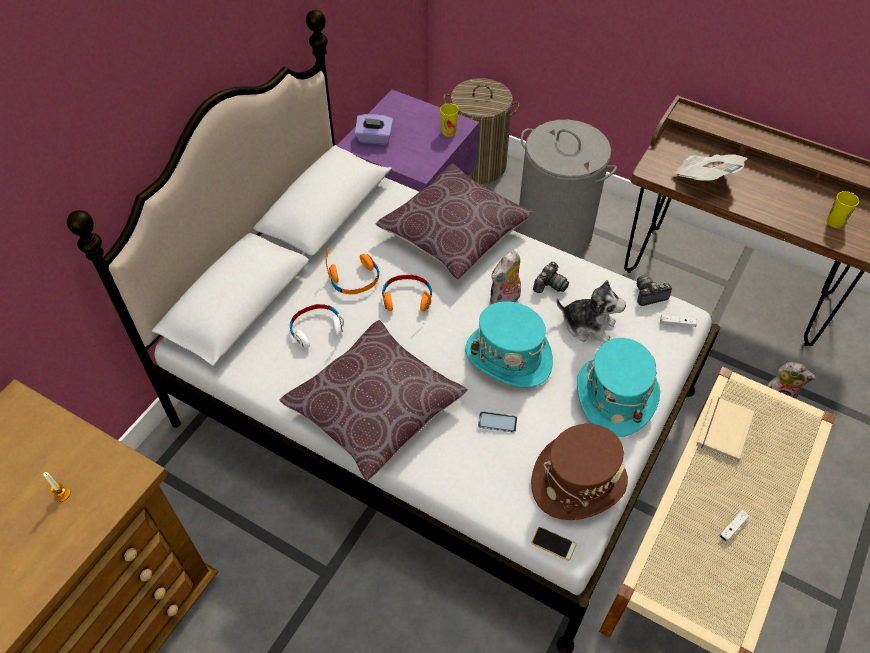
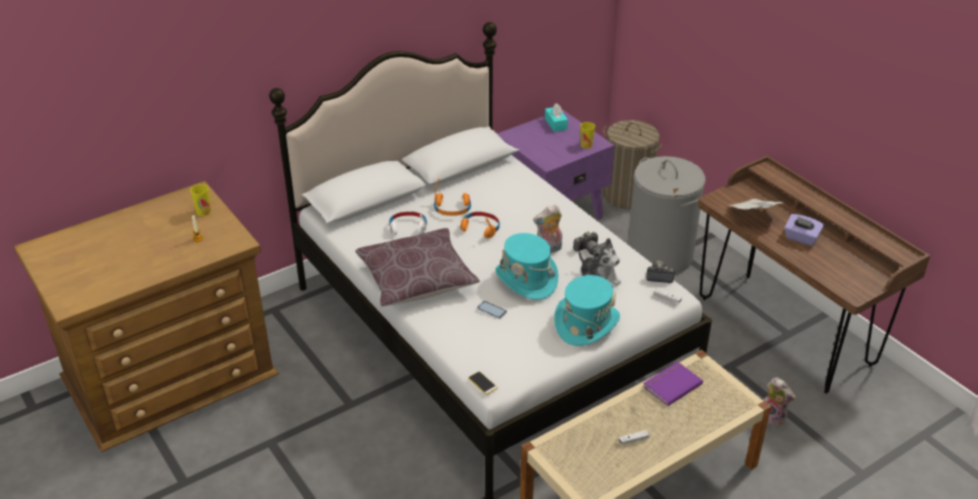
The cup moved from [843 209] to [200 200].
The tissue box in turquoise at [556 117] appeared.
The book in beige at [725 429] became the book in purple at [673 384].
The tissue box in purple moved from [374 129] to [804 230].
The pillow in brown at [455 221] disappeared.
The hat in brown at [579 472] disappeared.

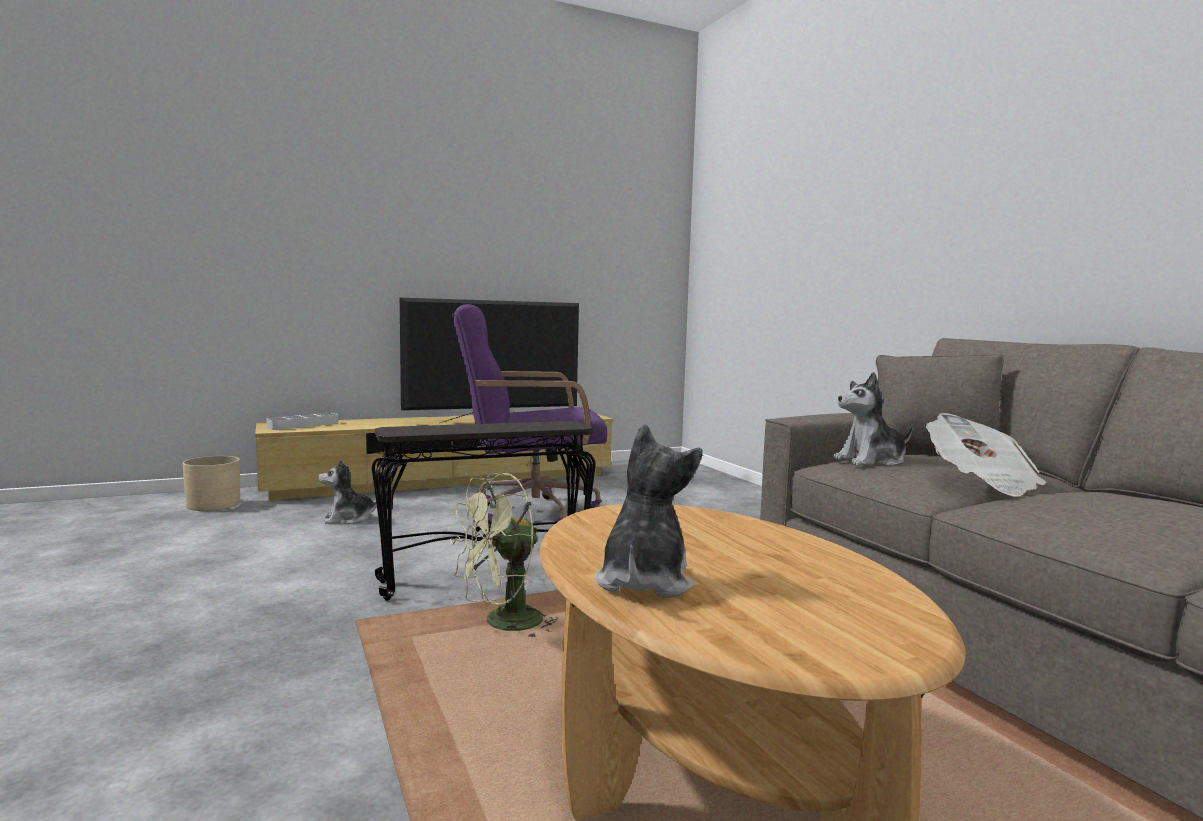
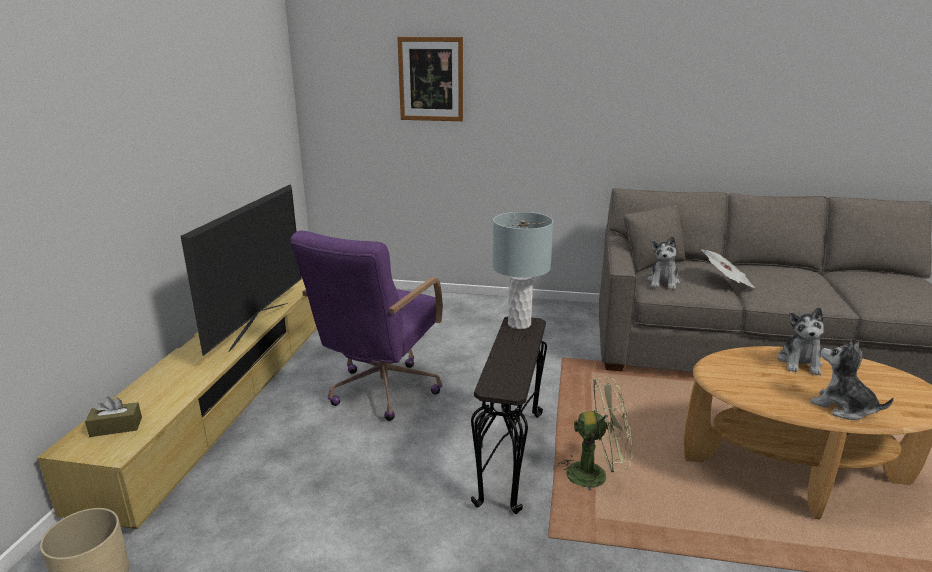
The tray in grey at [302 421] was replaced by the tissue box in brown at [113 417].
The picture at [430 79] appeared.
The table lamp in grey at [522 270] appeared.
The fan in green at [504 555] turned 90 degrees counterclockwise.
The plush toy moved from [347 492] to [801 341].

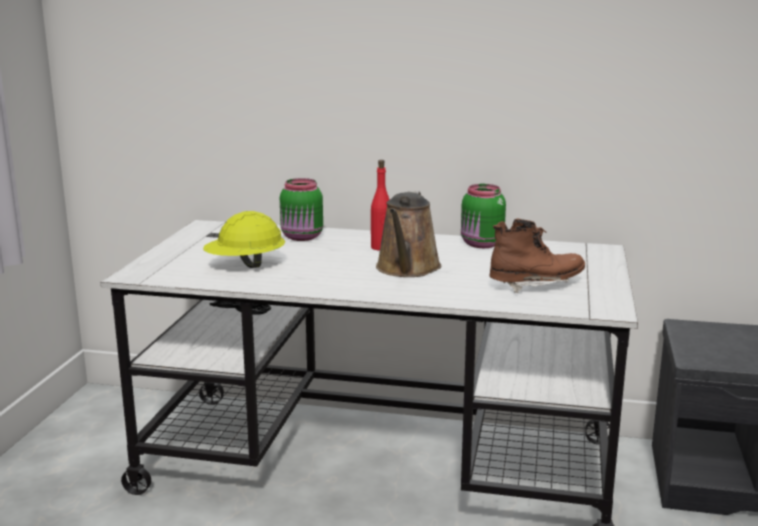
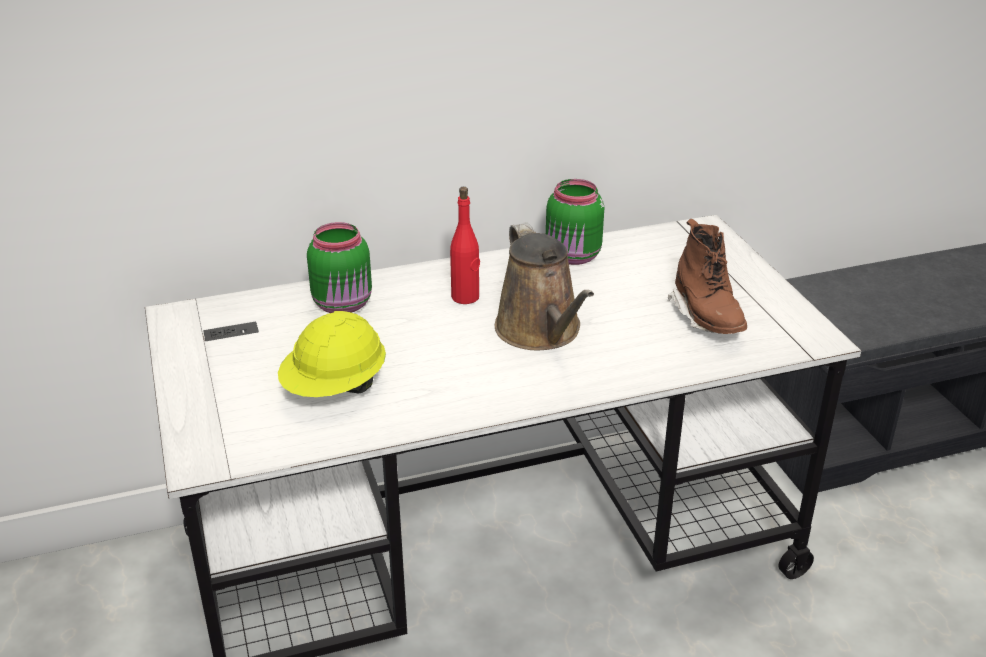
The boot in brown at [537 256] turned 120 degrees clockwise.

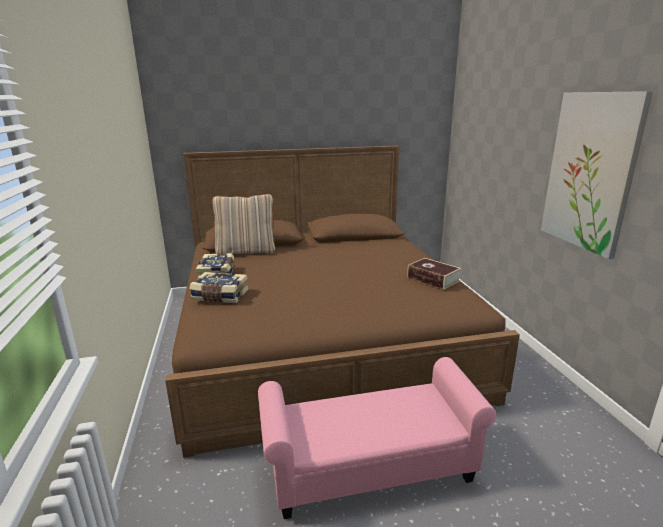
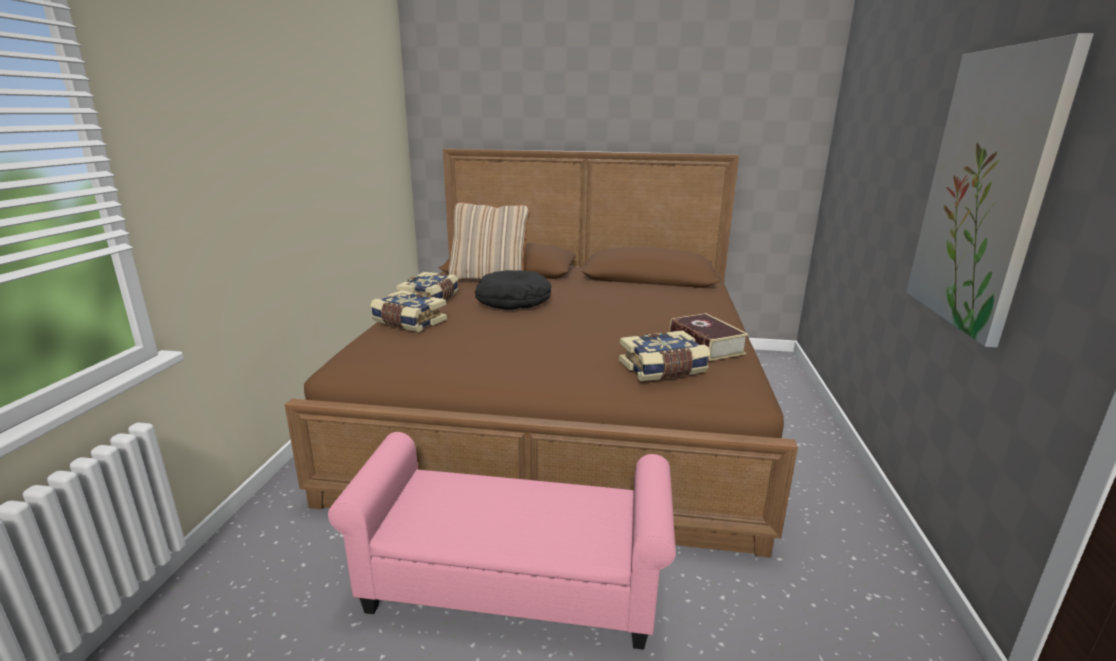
The pillow in black at [513 290] appeared.
The book at [664 355] appeared.

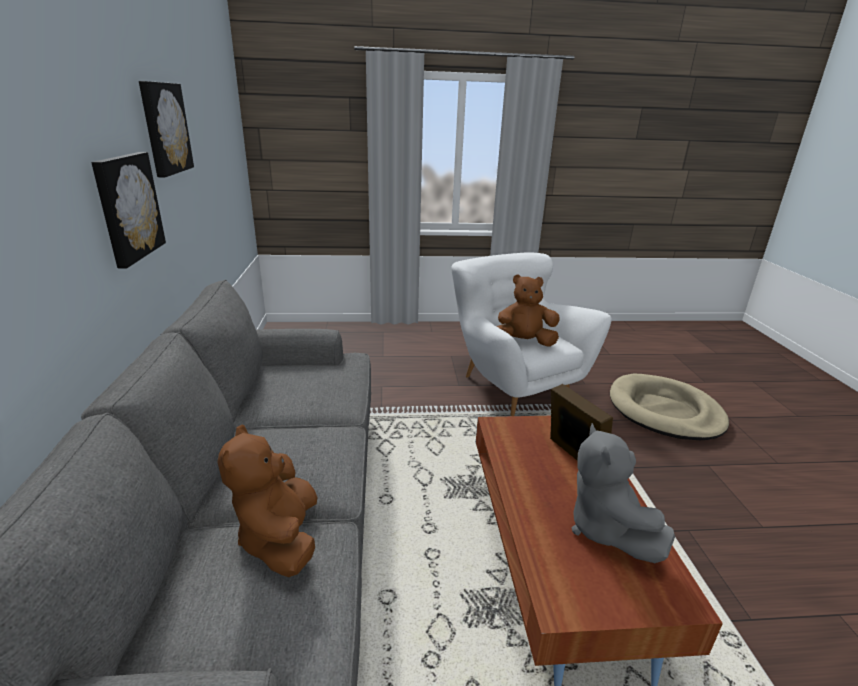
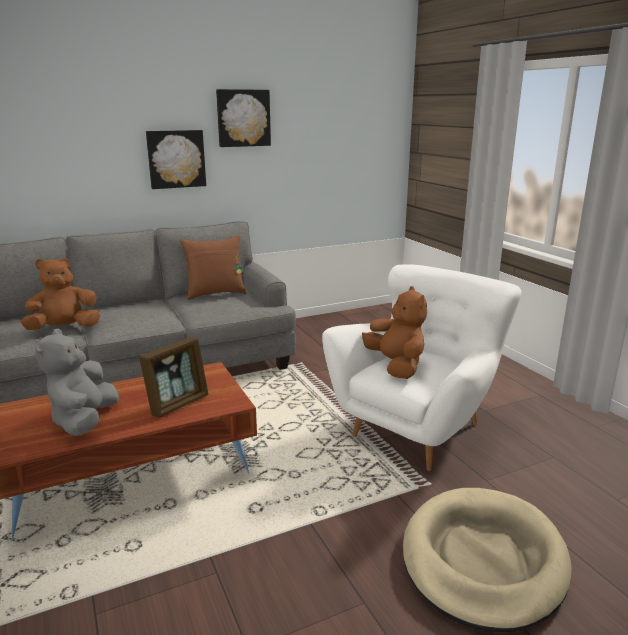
The plush toy in grey at [623 493] turned 60 degrees counterclockwise.
The pillow in brown at [213 267] appeared.

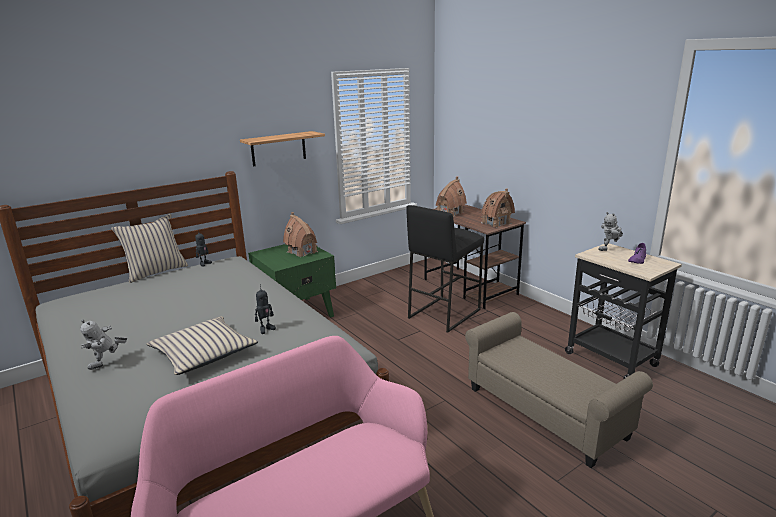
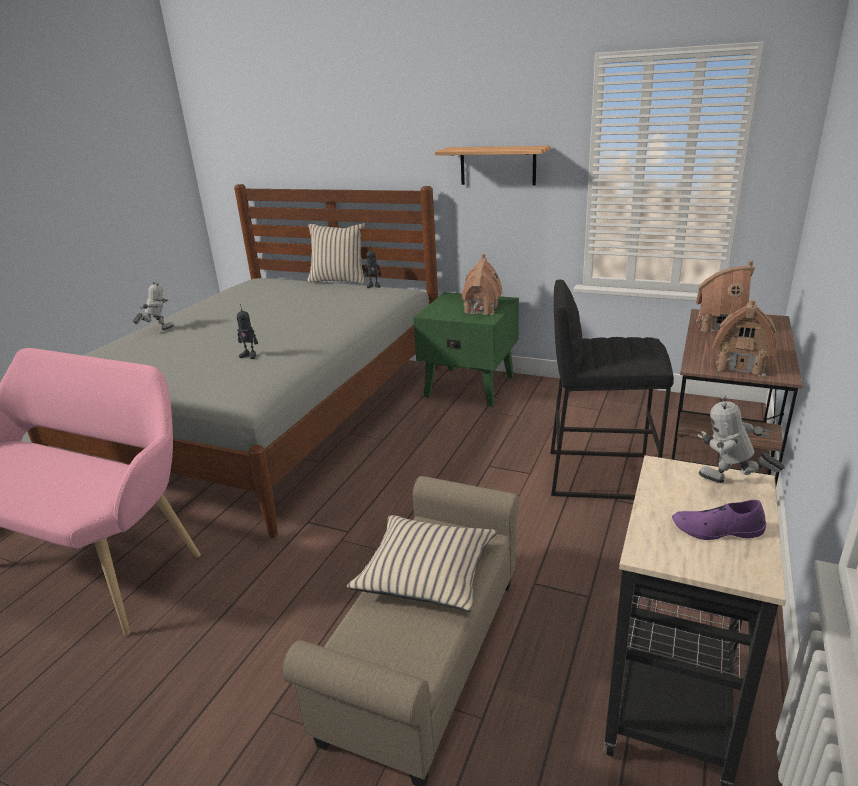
The toy robot at [103 344] turned 135 degrees clockwise.
The pillow in beige moved from [202 345] to [422 563].

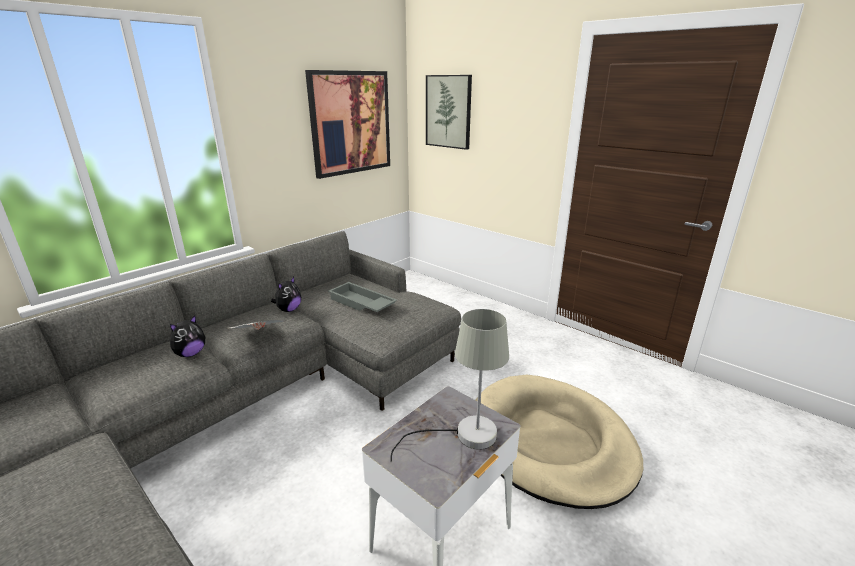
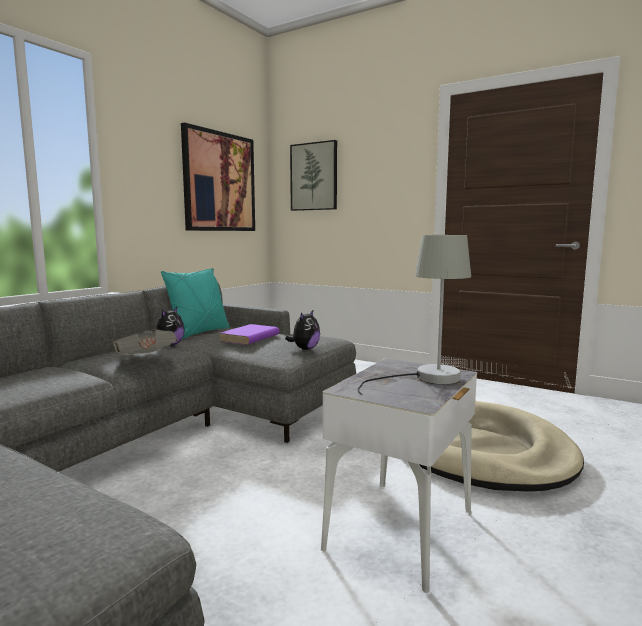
The pillow in turquoise at [195 303] appeared.
The tray in grey at [362 297] was replaced by the book in purple at [250 334].
The plush toy moved from [187 336] to [302 329].

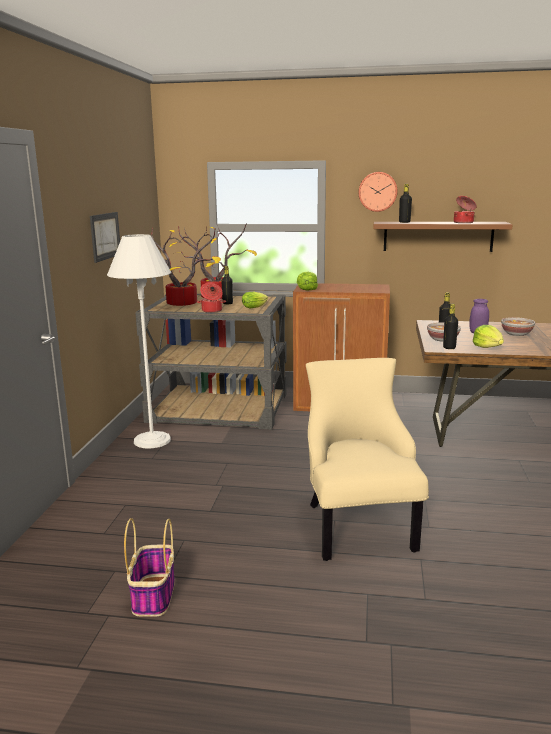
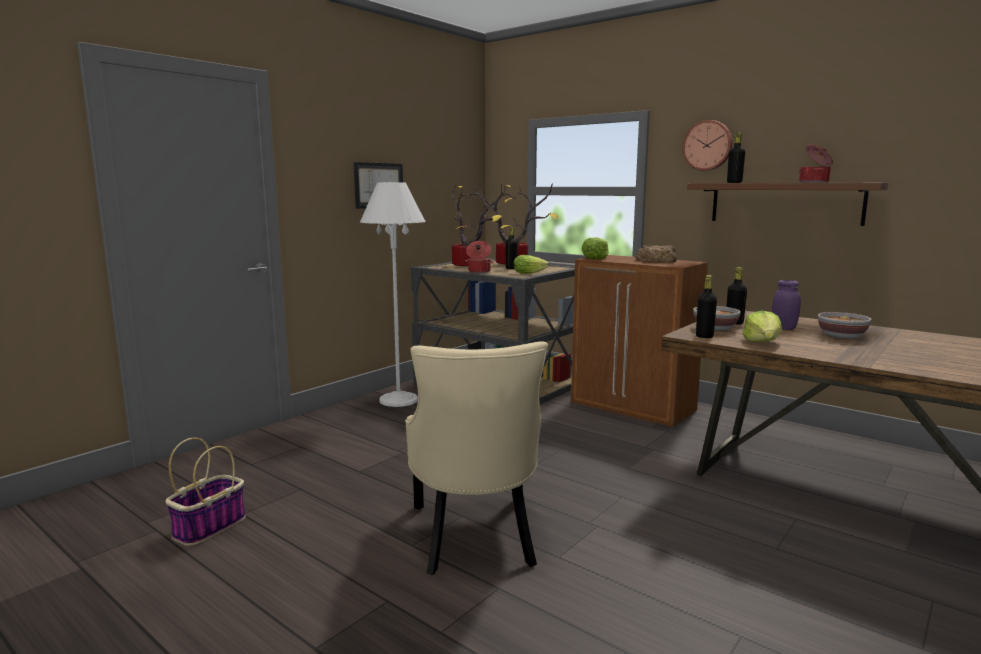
The chair in beige at [367 459] turned 150 degrees clockwise.
The bread at [656 254] appeared.

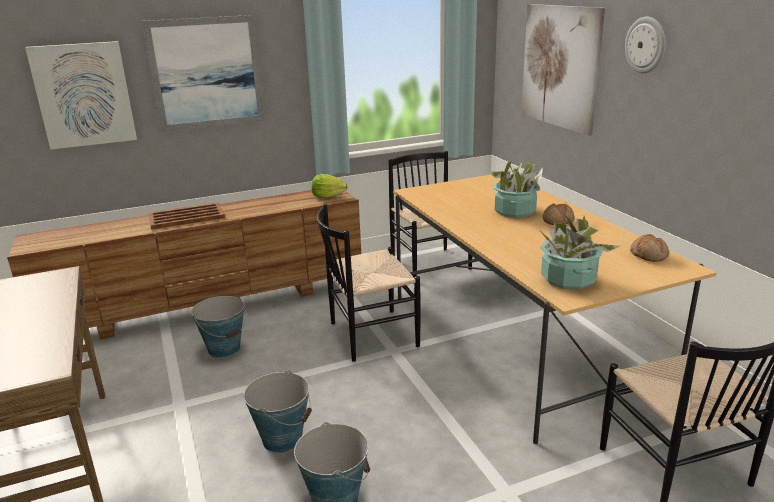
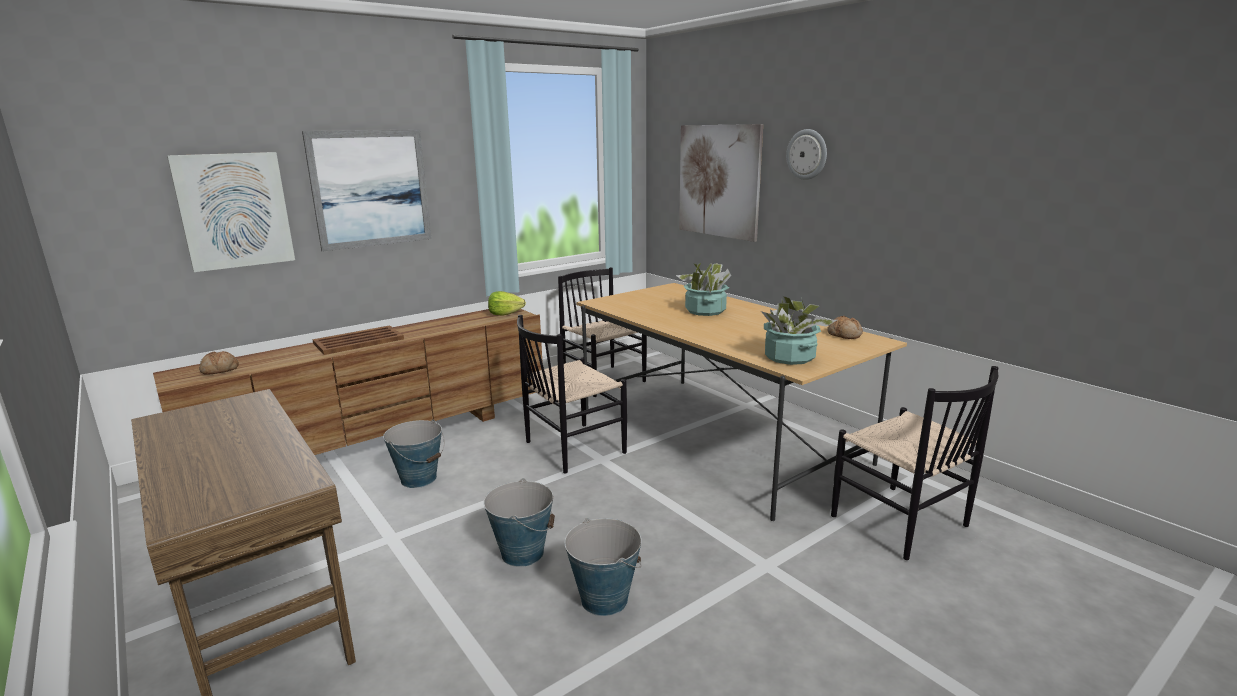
The bread moved from [559 214] to [219 363].

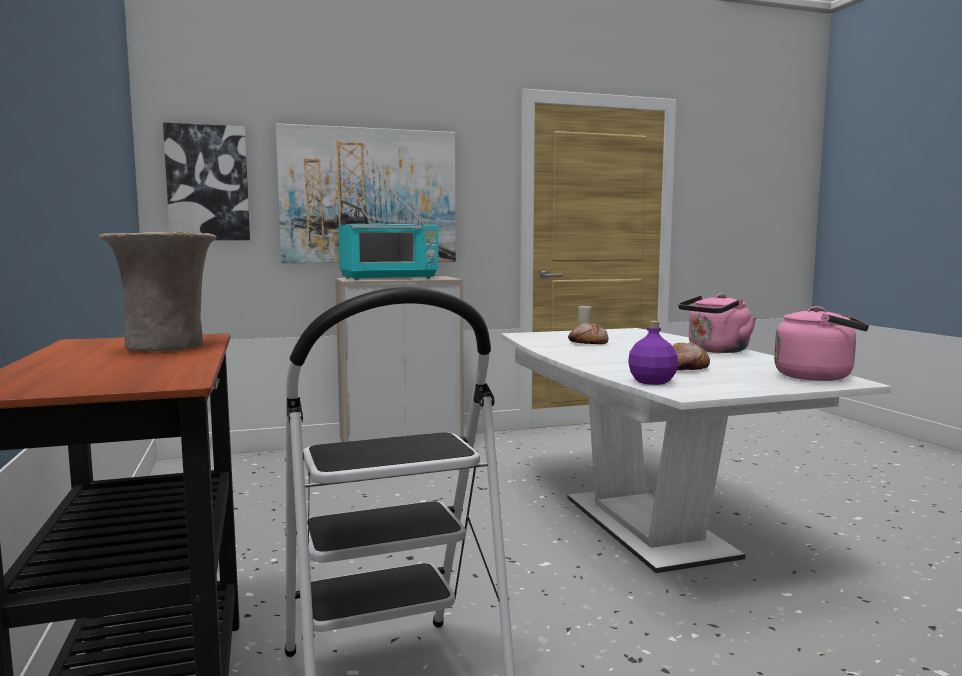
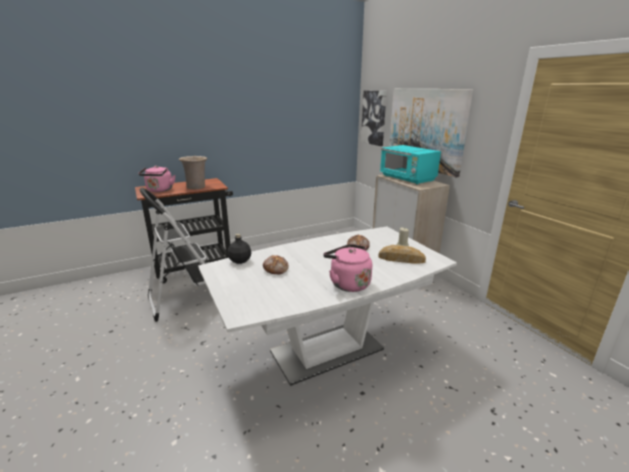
The kettle in pink moved from [821 343] to [156 179].
The bottle in purple at [653 353] became the bottle in black at [239 248].
The bread at [402 254] appeared.

